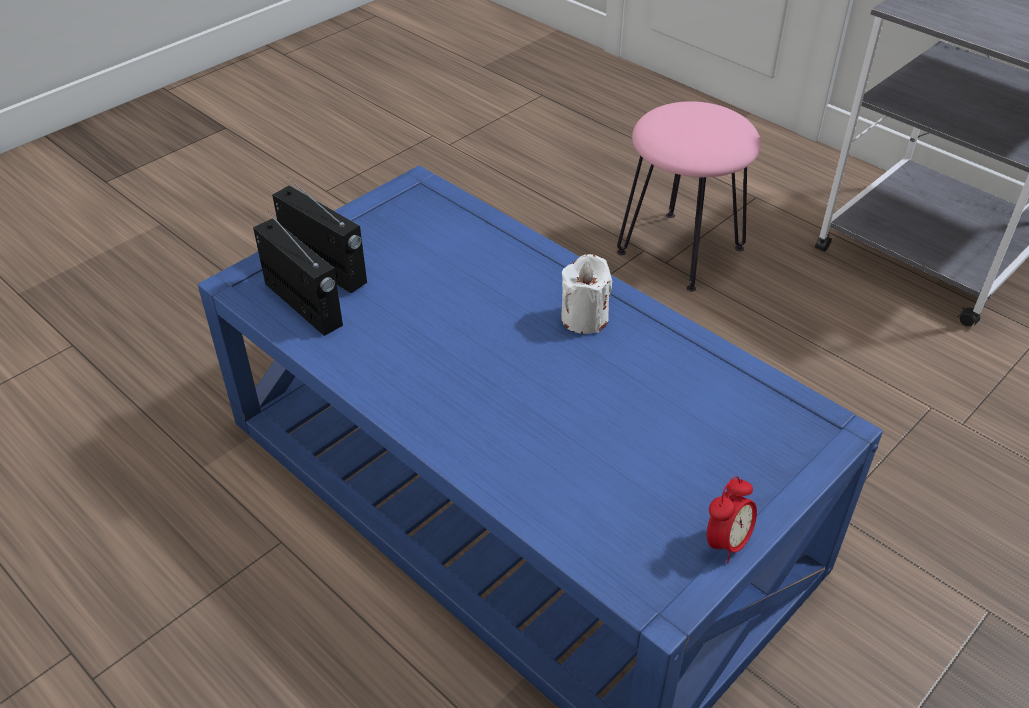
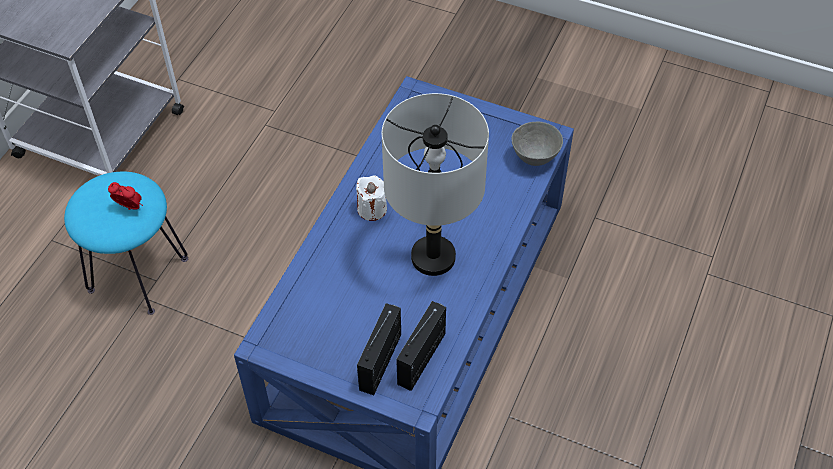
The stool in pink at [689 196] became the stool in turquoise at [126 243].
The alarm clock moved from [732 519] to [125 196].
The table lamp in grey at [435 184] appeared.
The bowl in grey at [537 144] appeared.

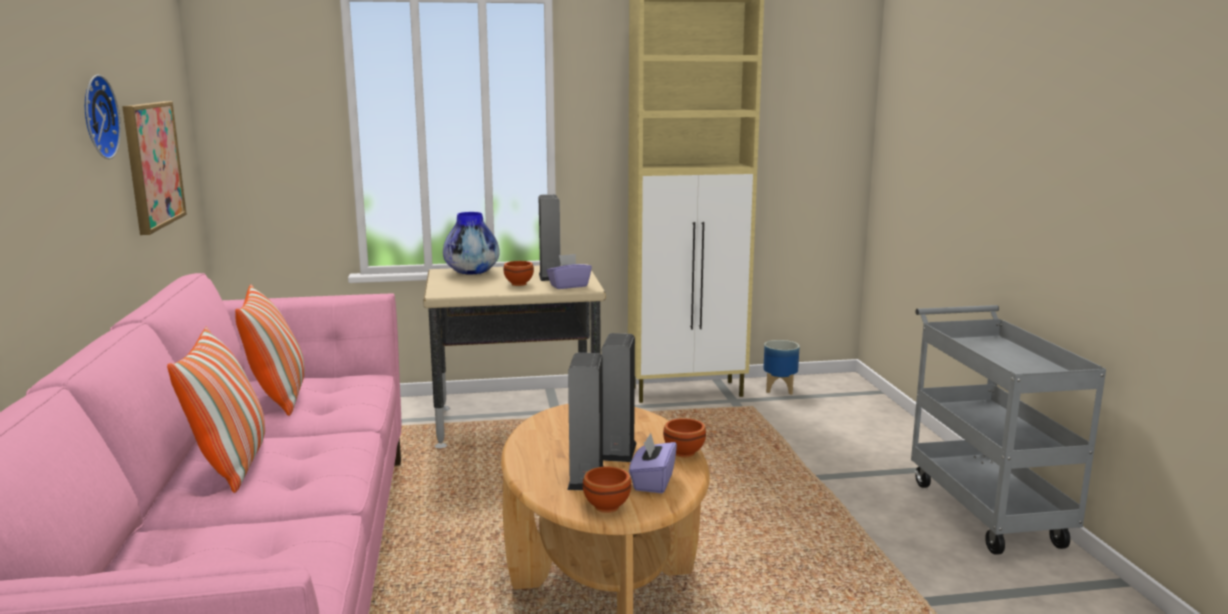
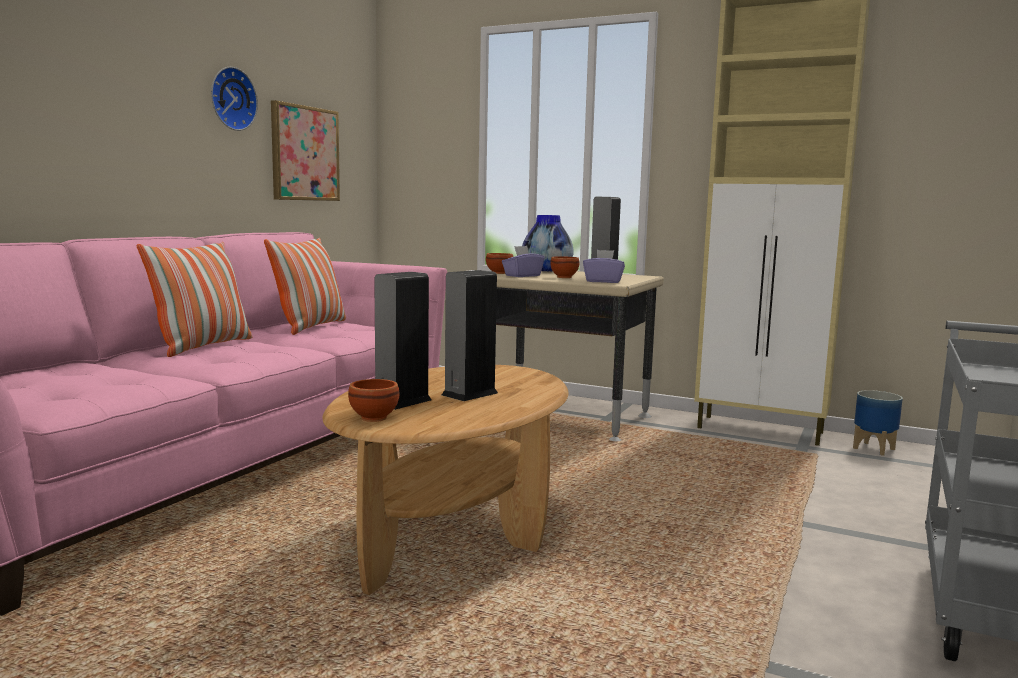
The bowl in brown moved from [684 438] to [499 263].
The tissue box in purple moved from [653 463] to [523 261].

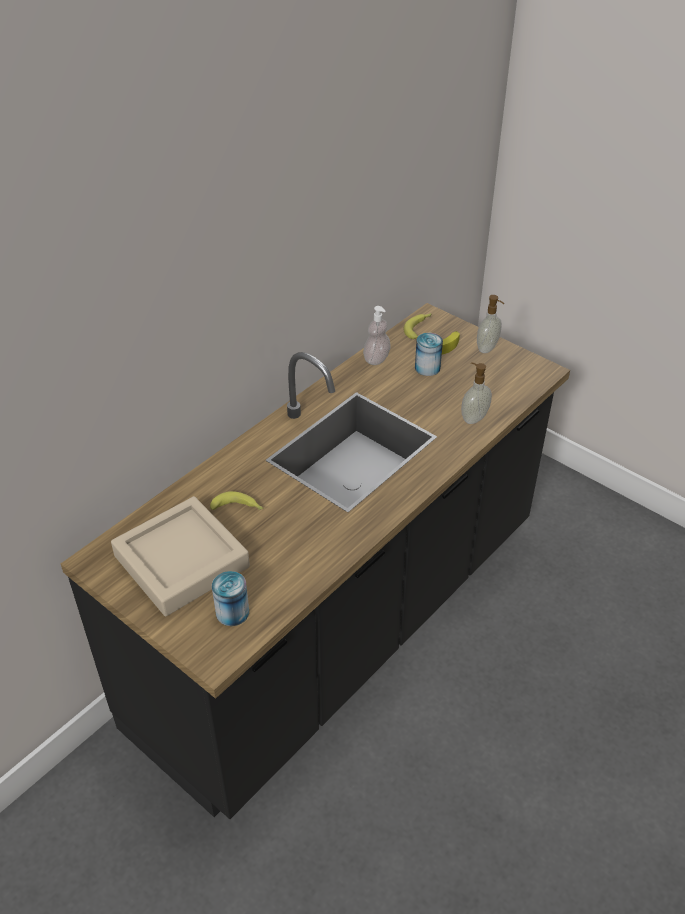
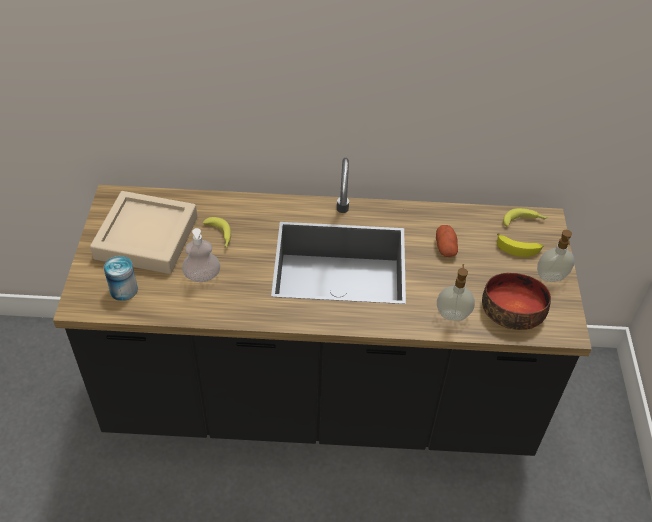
The soap dispenser moved from [377 335] to [201 255].
The potato at [447 241] appeared.
The bowl at [516 301] appeared.
The can at [429 354] disappeared.

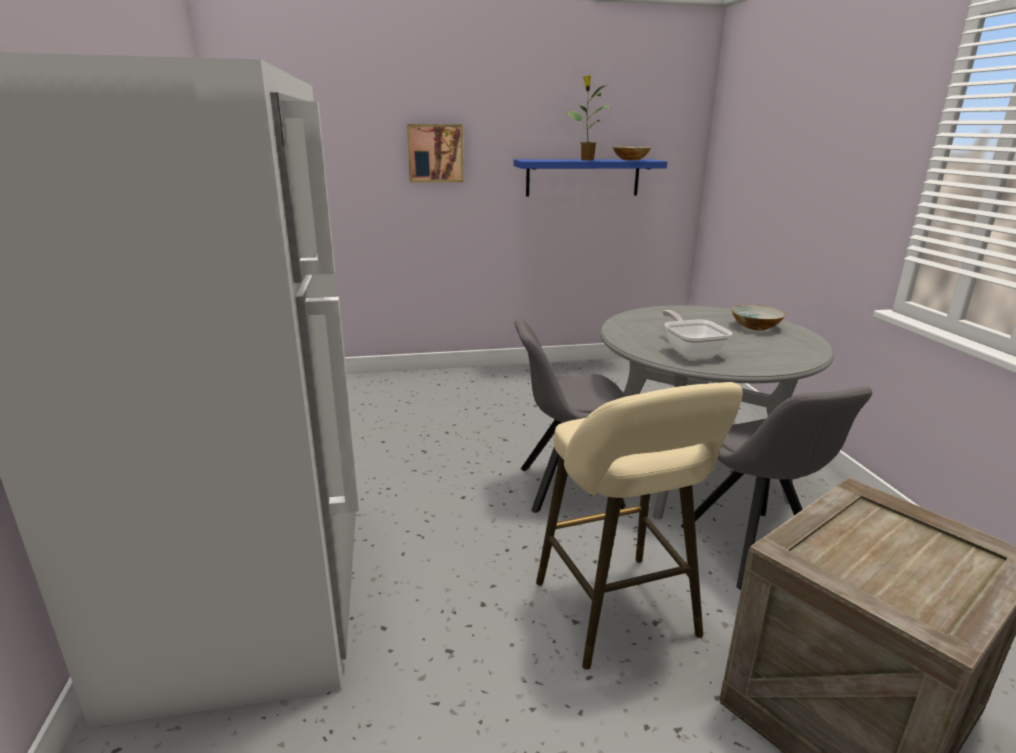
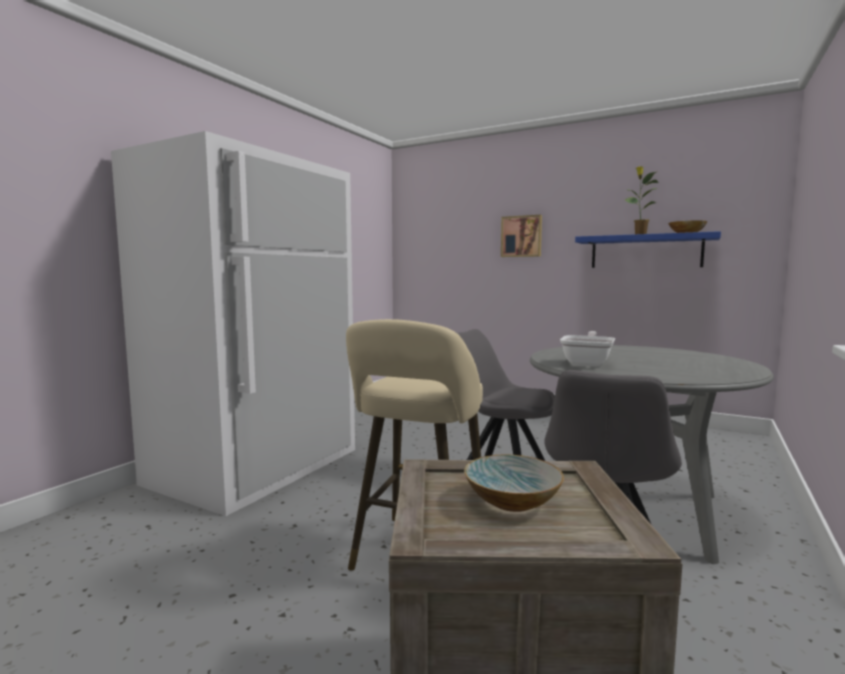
The bowl moved from [758 318] to [514 483].

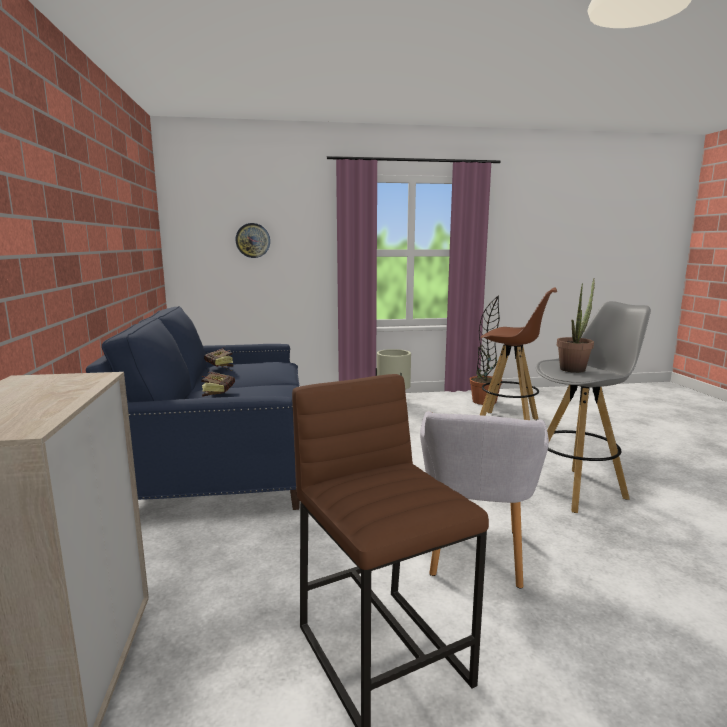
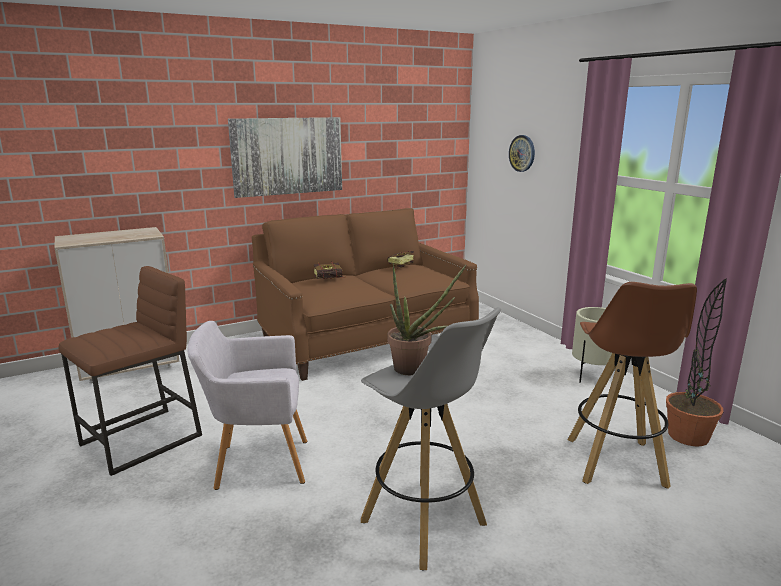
The picture at [285 157] appeared.
The sofa in blue at [193 408] became the sofa in brown at [365 294].

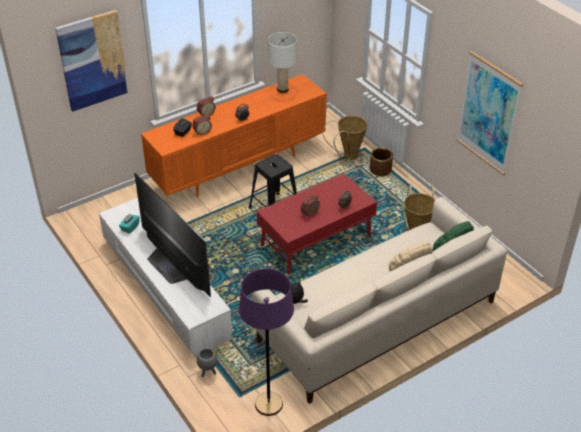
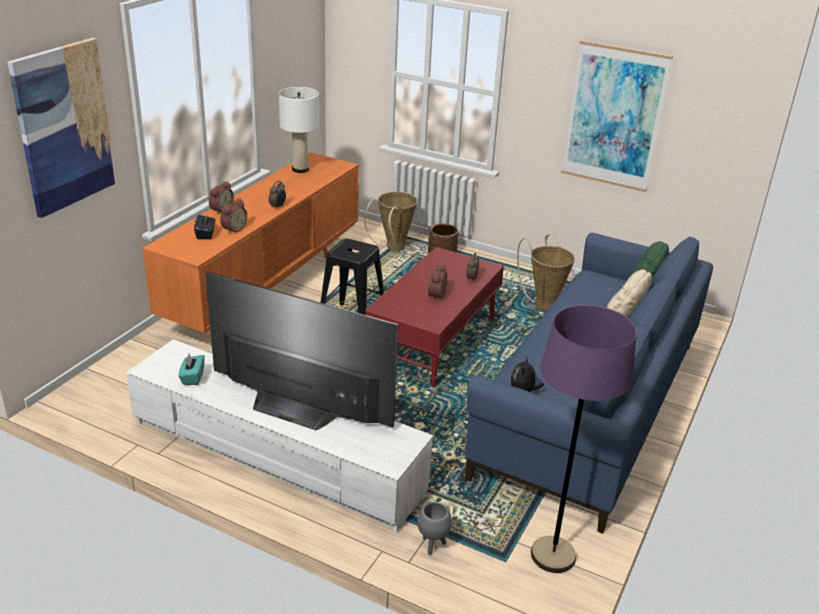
The sofa in beige at [379 300] became the sofa in blue at [589 383].

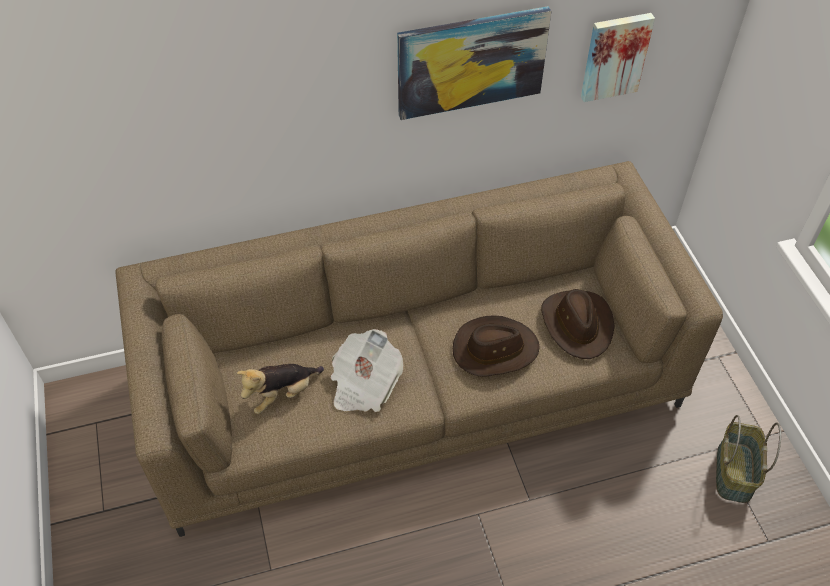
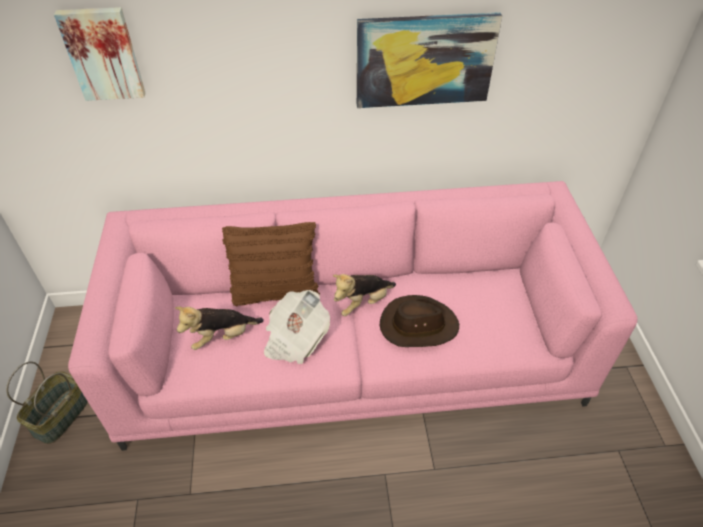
The basket moved from [748 459] to [47 402].
The picture moved from [618 57] to [99 54].
The sofa in brown at [419 349] became the sofa in pink at [352 316].
The pillow in brown at [271 264] appeared.
The plush toy at [364 295] appeared.
The hat in brown at [578 324] disappeared.

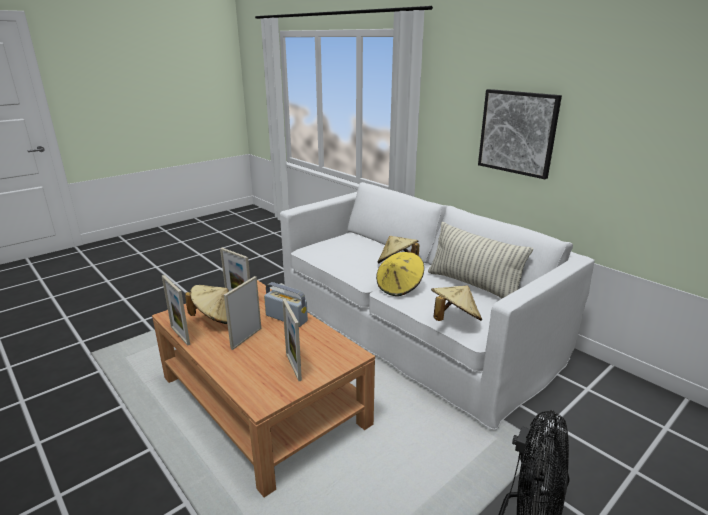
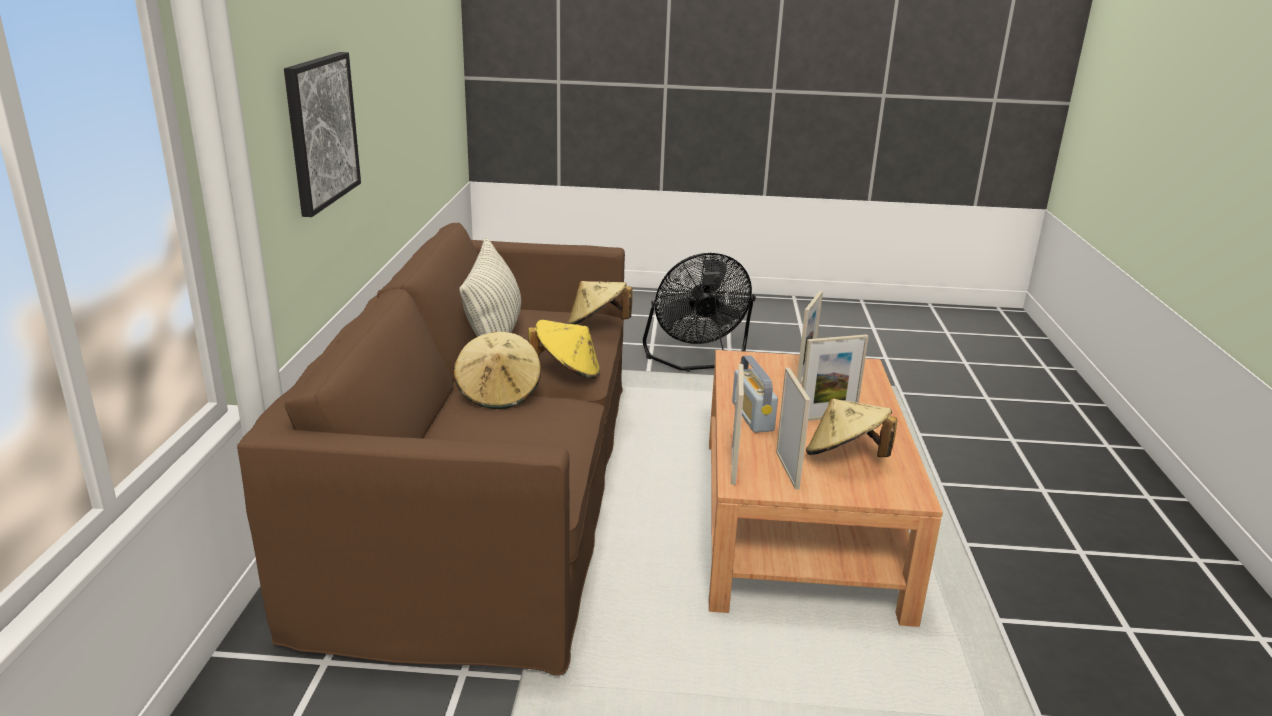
The sofa in white at [437 306] became the sofa in brown at [431 449].
The picture frame moved from [176 310] to [737 424].

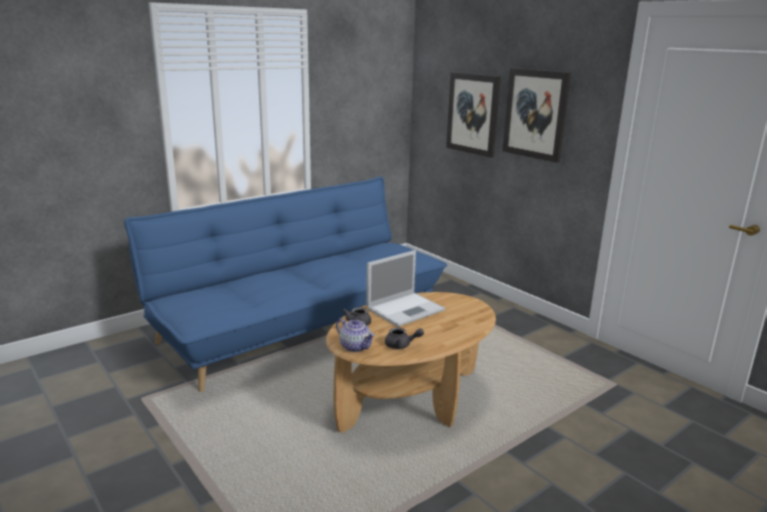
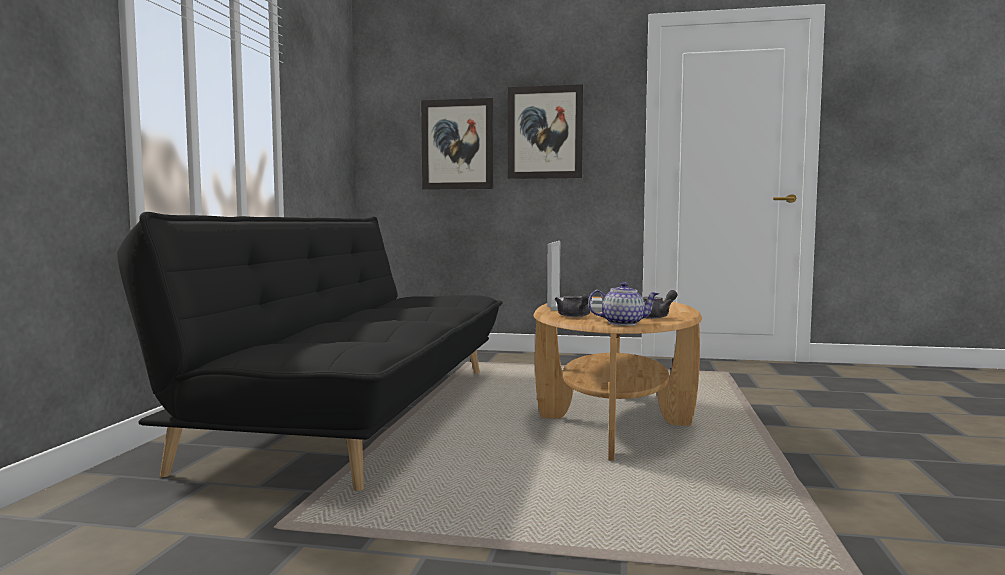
The sofa in blue at [285 284] became the sofa in black at [309 351].

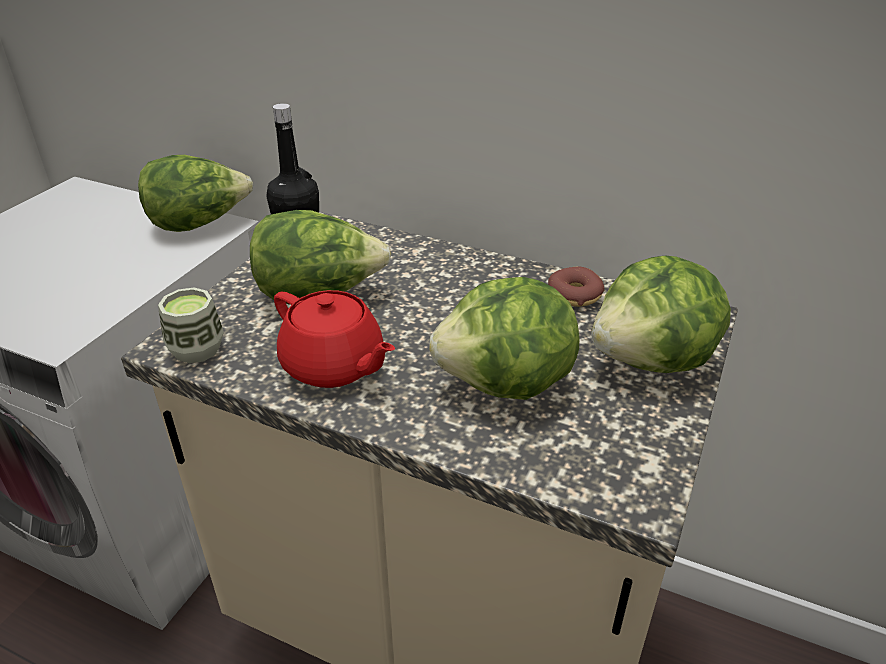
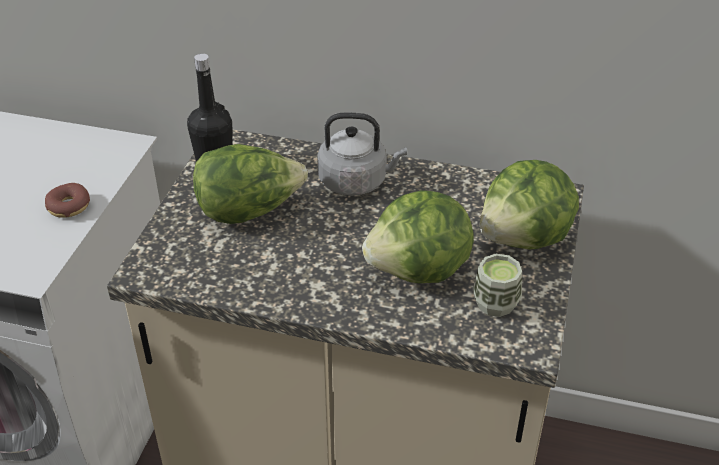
The donut moved from [576 286] to [67 200].
The kettle in grey at [362 154] appeared.
The cup moved from [191 326] to [497 285].
The lettuce at [195 193] disappeared.
The teapot in red at [334 339] disappeared.

